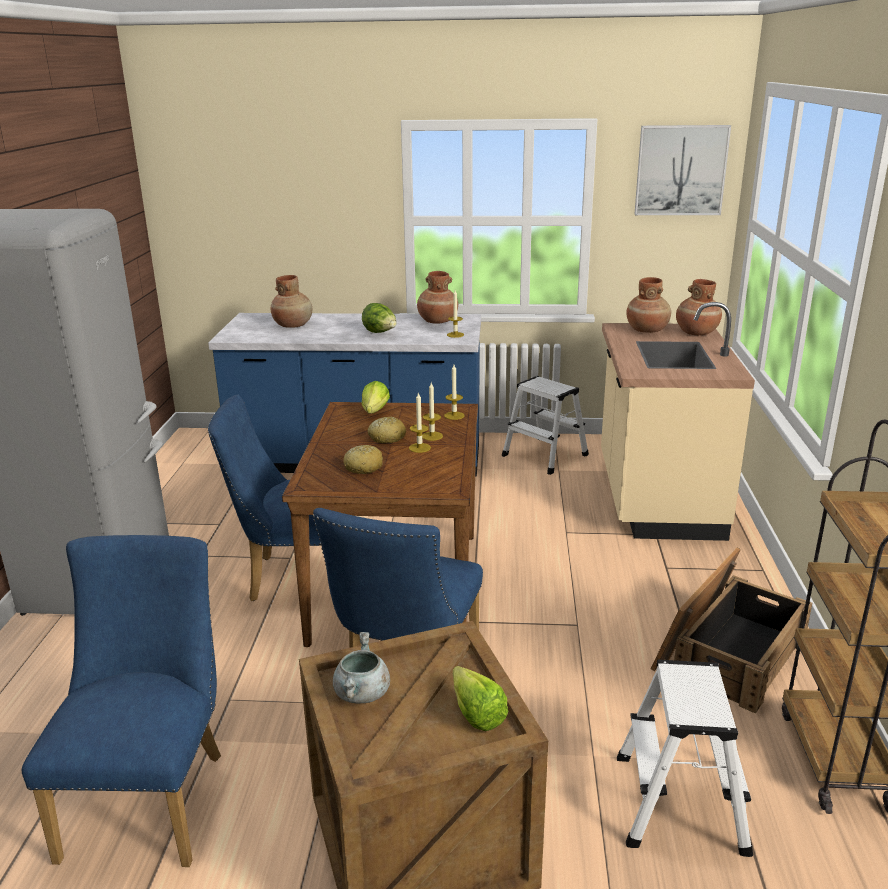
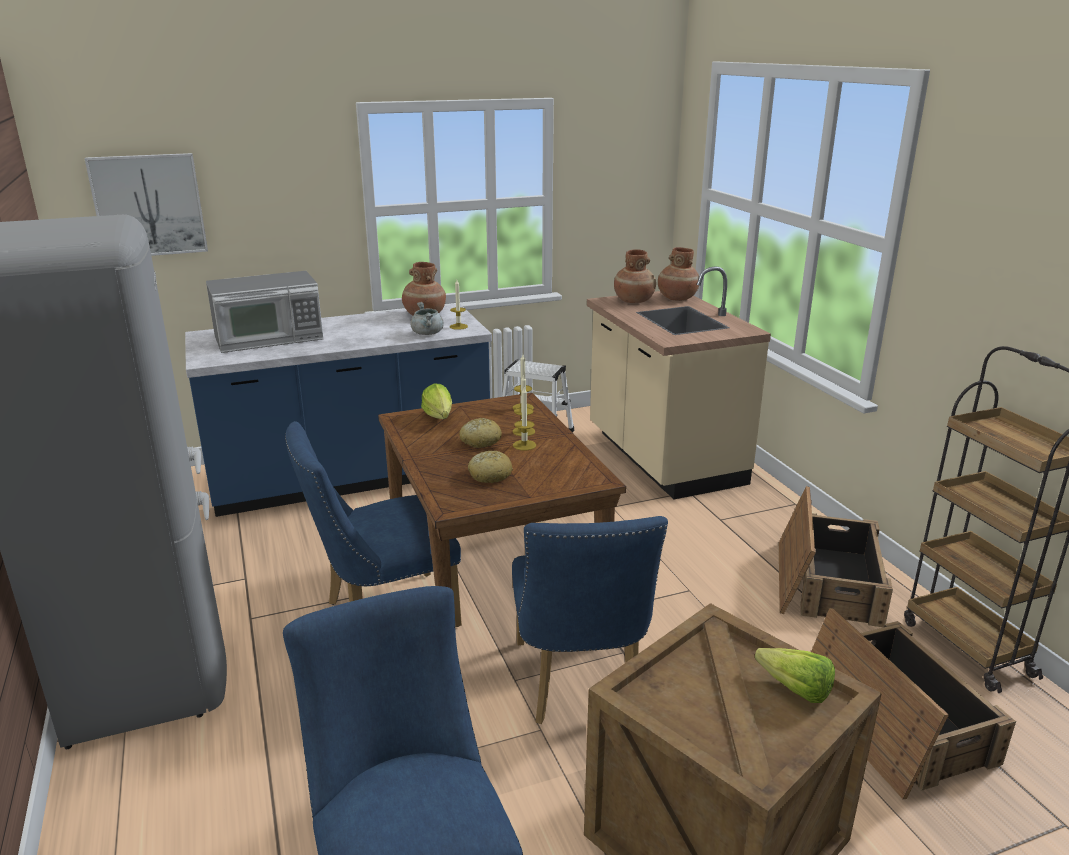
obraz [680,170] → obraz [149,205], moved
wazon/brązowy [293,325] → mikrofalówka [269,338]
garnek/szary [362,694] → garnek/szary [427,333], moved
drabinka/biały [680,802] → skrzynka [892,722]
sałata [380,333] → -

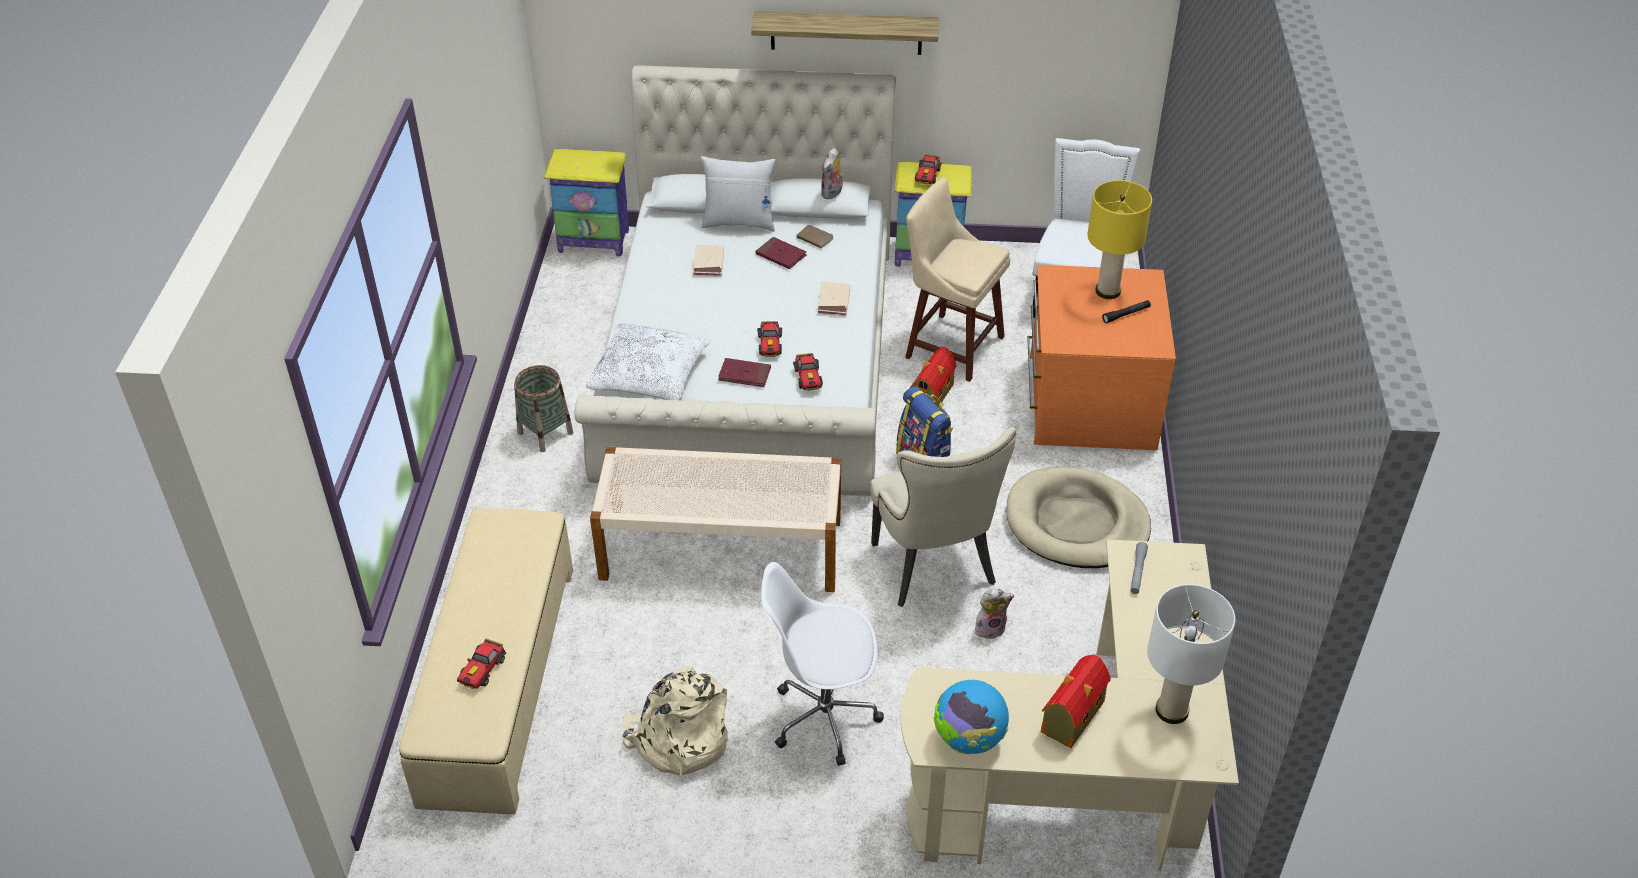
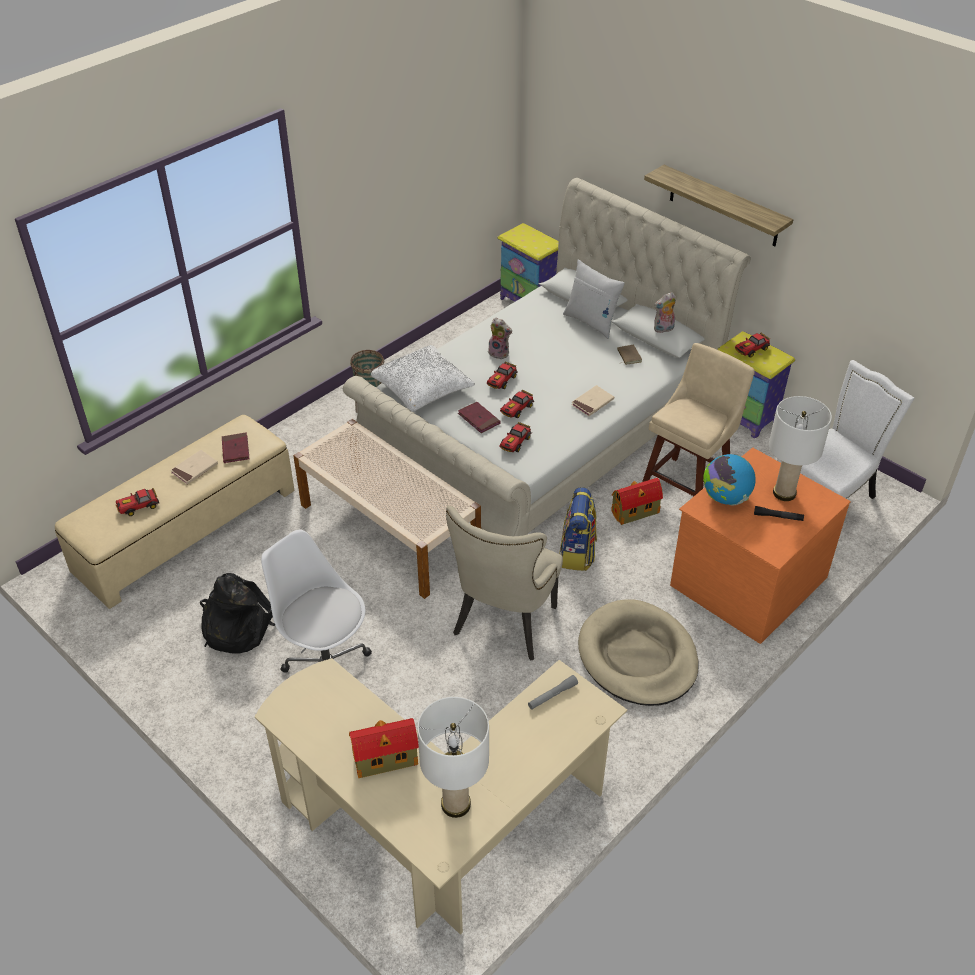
książka/beżowy [708,263] → książka/beżowy [194,469], moved
plecak/beżowy [679,740] → plecak/czarny [235,627]
książka/czerwony [781,255] → książka/czerwony [235,449], moved
- → samochodzik [501,381]
pluszak [990,628] → pluszak [500,353], moved
krzesło/beżowy [950,345] → krzesło/beżowy [688,485], 60 degrees clockwise
globus [969,739] → globus [725,498], moved
lampa stołowa/żółty [1108,291] → lampa stołowa/biały [784,493]

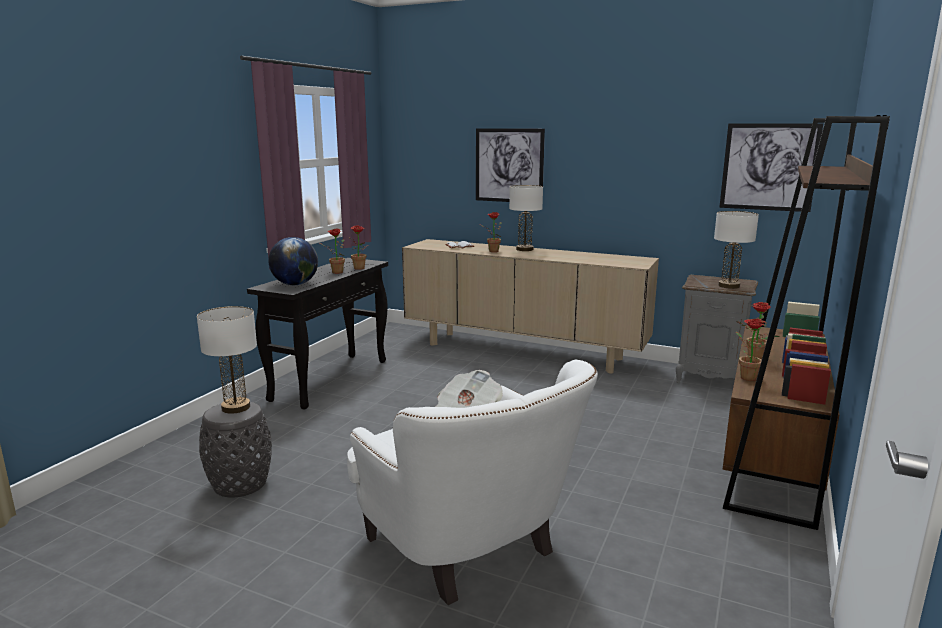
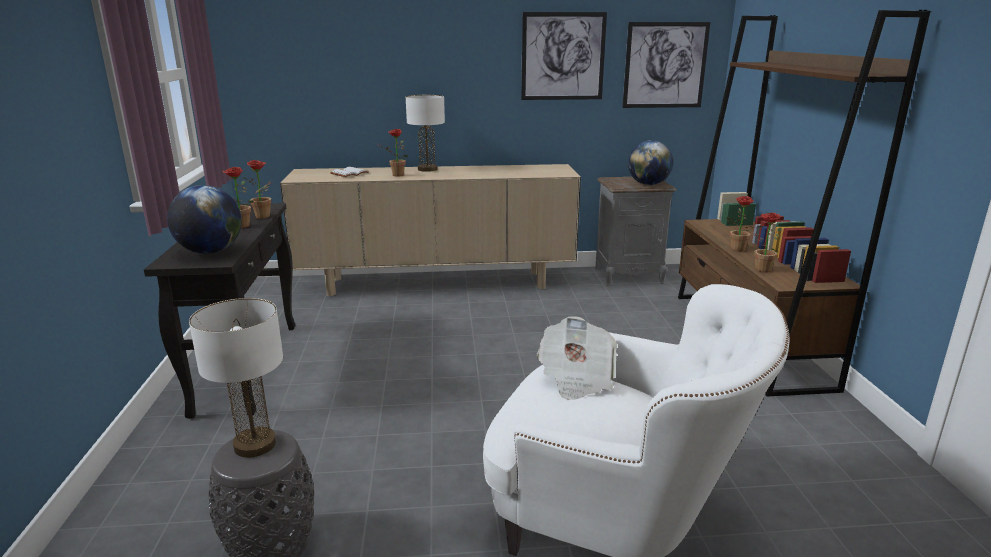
obraz [509,165] → obraz [563,56], moved
lampa stołowa [729,286] → globus [648,184]

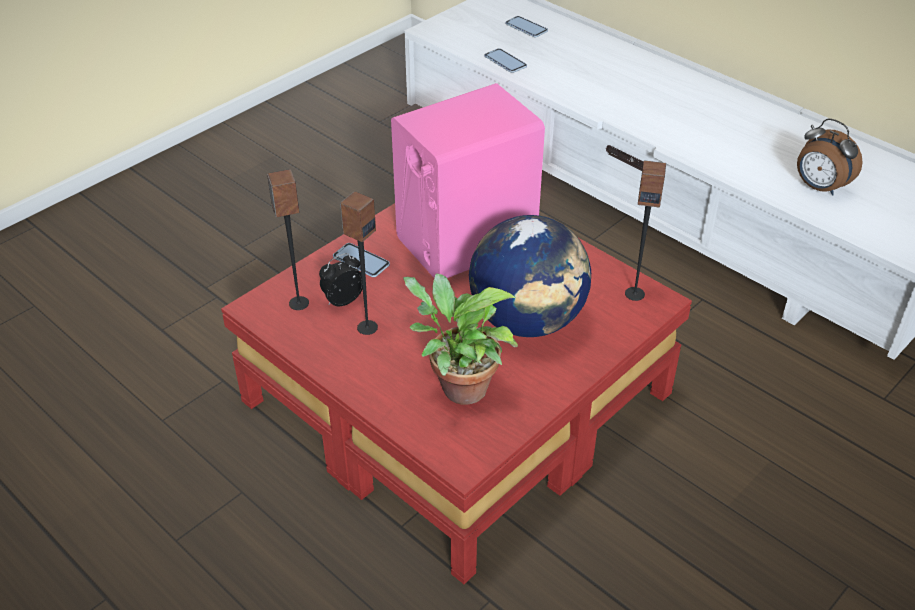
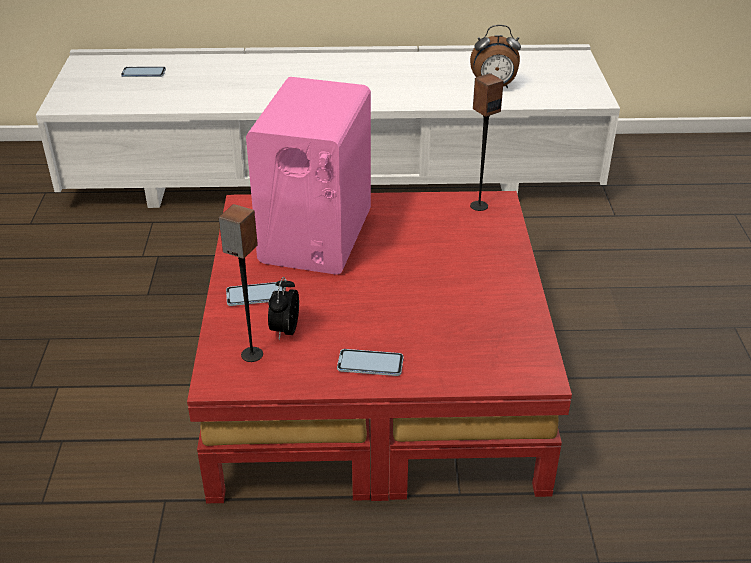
telefon [505,62] → telefon [370,364], moved
głośnik [367,327] → -
roślina doniczkowa [458,388] → -
globus [528,320] → -

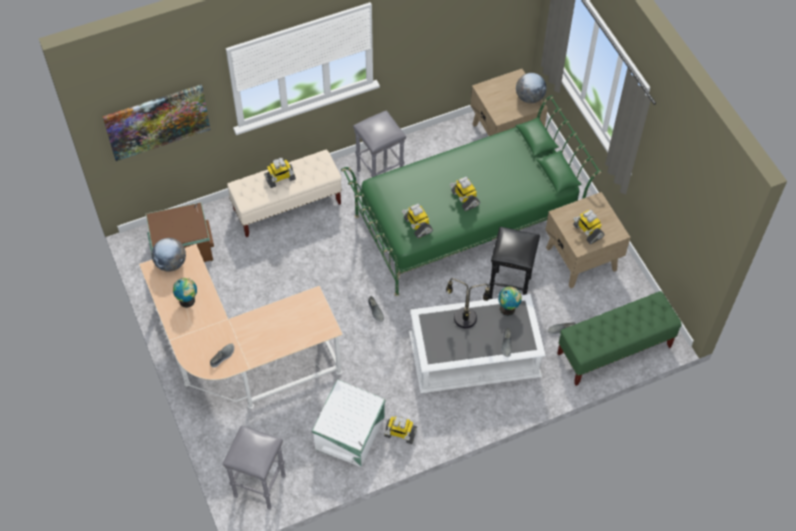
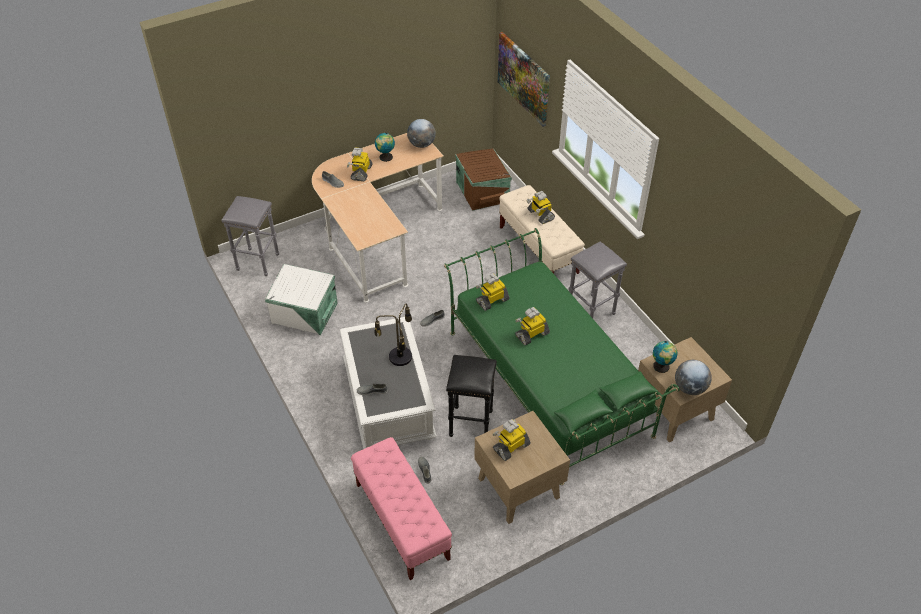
robot zabawkowy [400,433] → robot zabawkowy [361,172], moved
ławka/zielony [614,350] → ławka/różowy [402,521]
globus [508,308] → globus [661,367], moved

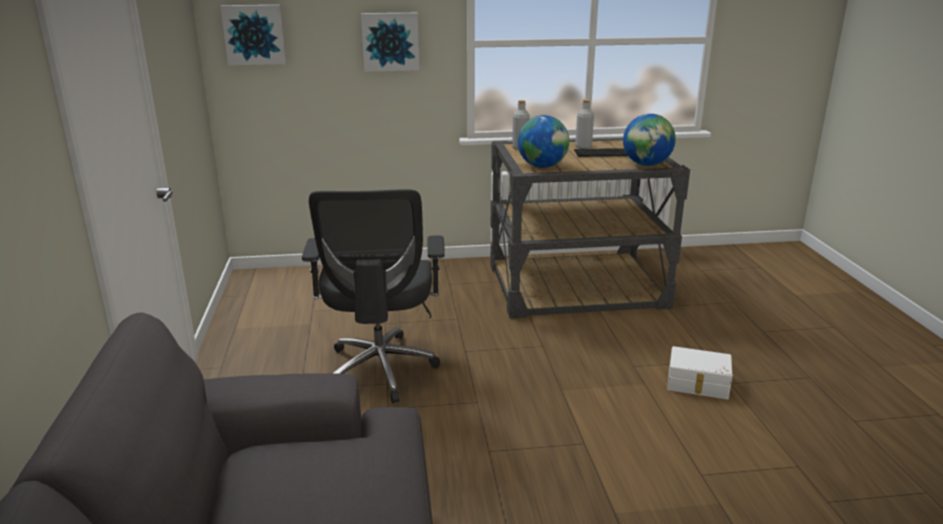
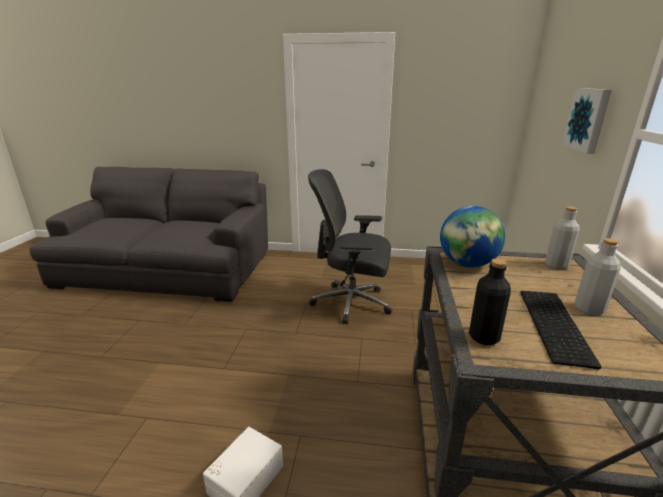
globus [646,165] → butelka/czarny [484,337]
obraz [254,34] → -

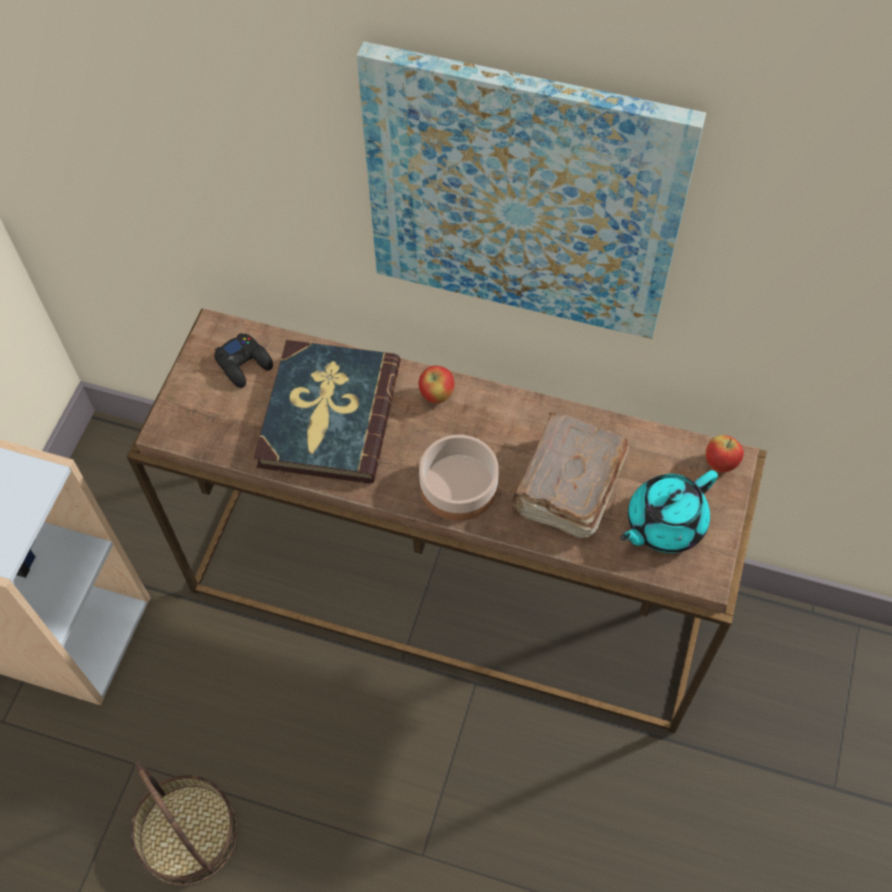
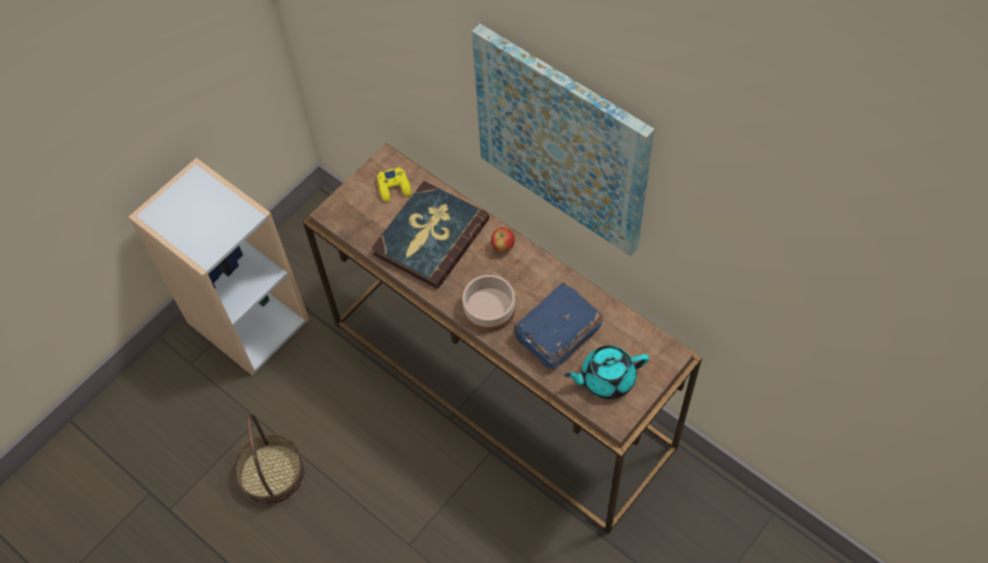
pad do gier/czarny [244,364] → pad do gier/żółty [394,187]
książka/brązowy [566,487] → książka/niebieski [556,333]
jabłko [720,464] → -

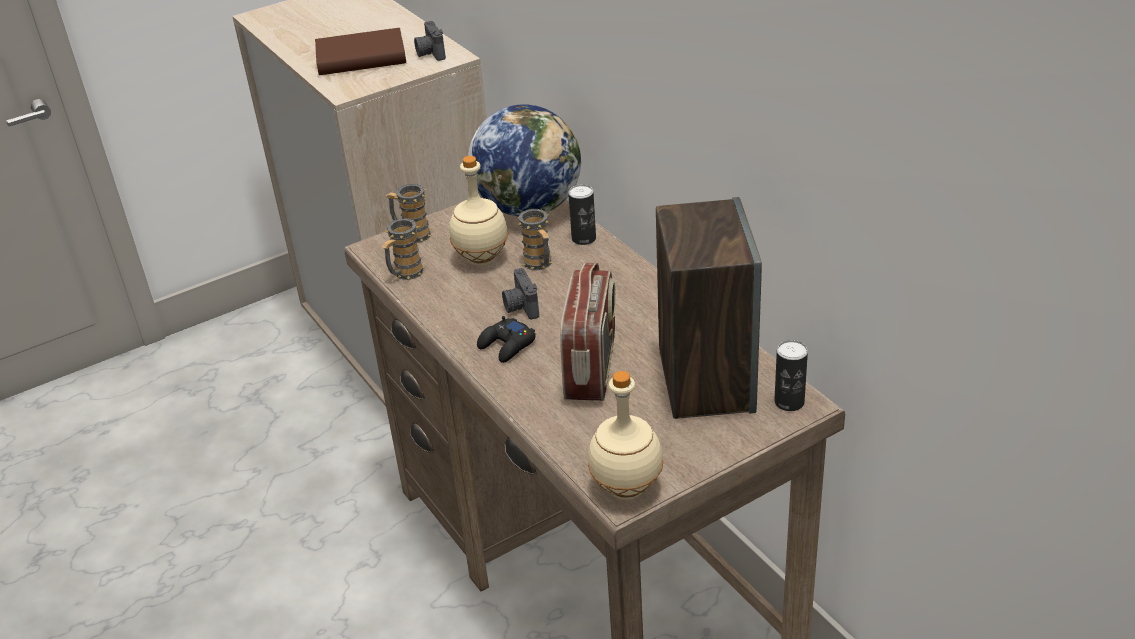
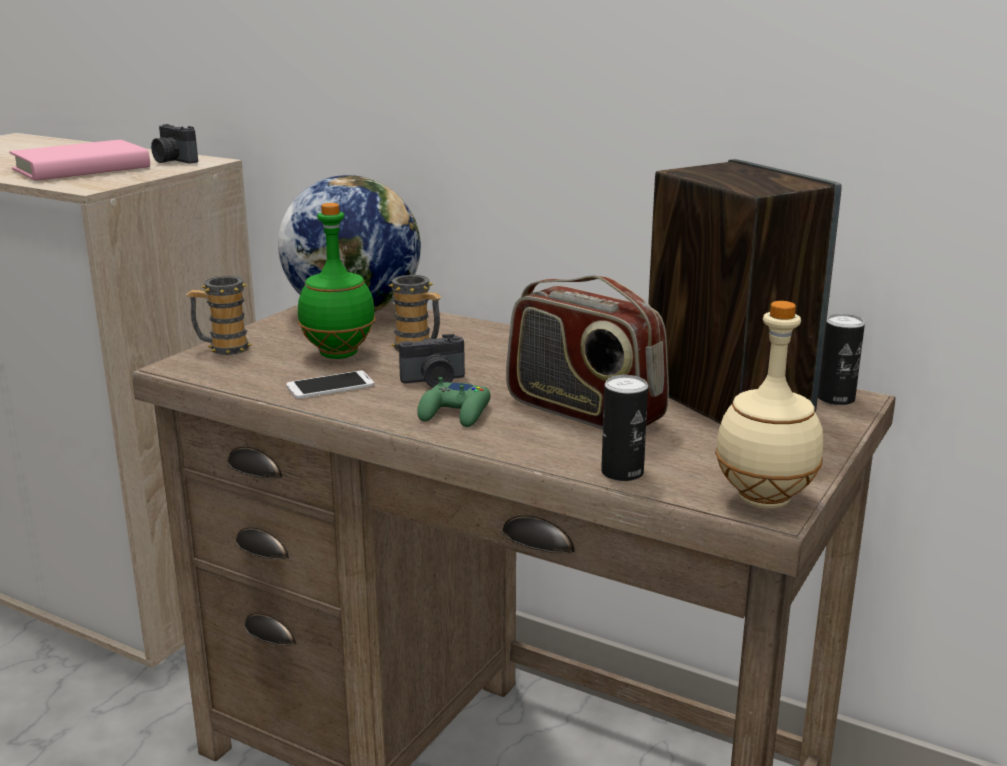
książka/brązowy [361,58] → książka/różowy [81,168]
- → telefon [330,386]
butelka/beżowy [482,259] → butelka/zielony [340,354]
aparat fotograficzny [520,307] → aparat fotograficzny [434,381], 60 degrees counterclockwise
pad do gier/czarny [507,345] → pad do gier/zielony [455,413]
radio [592,366] → radio [583,411], 150 degrees clockwise
puszka [583,238] → puszka [622,472], moved
kubek [405,274] → -

